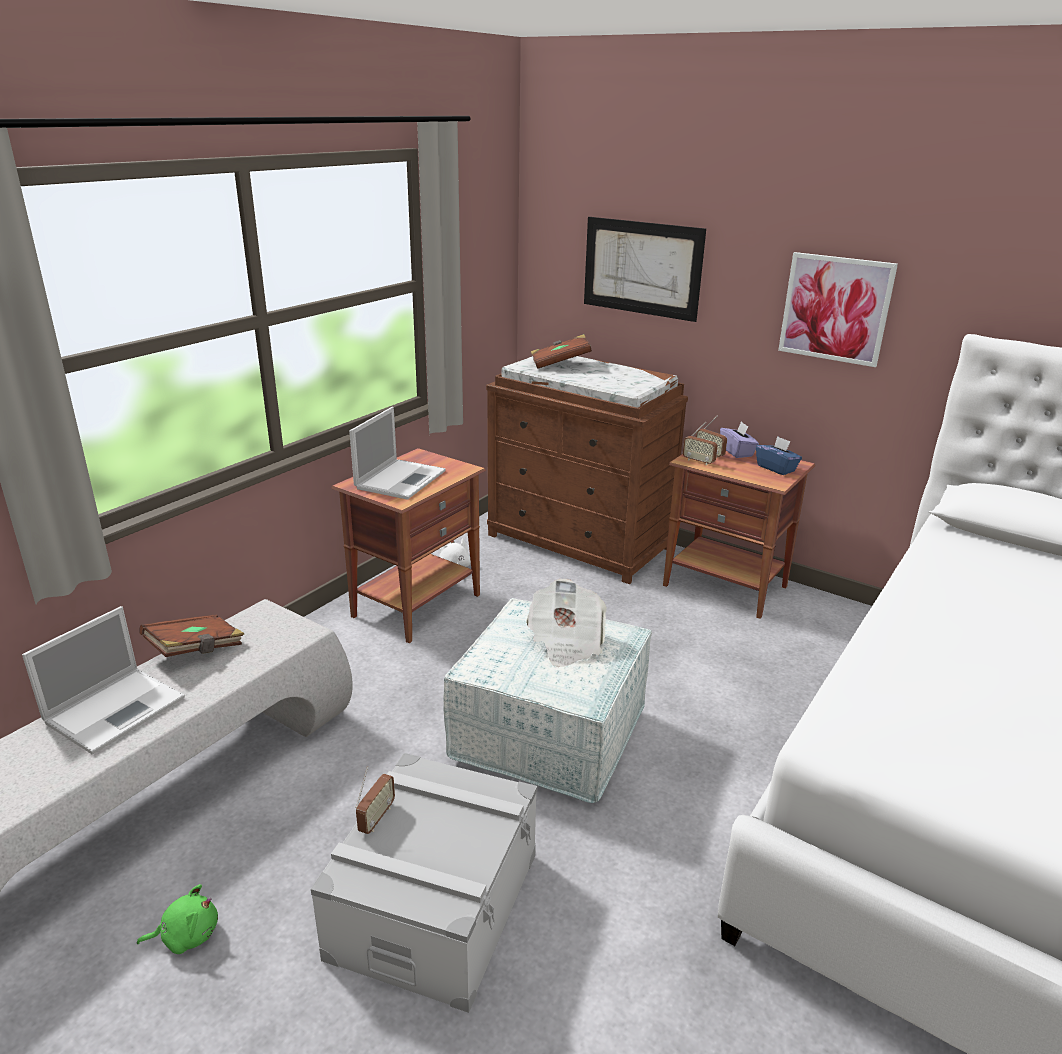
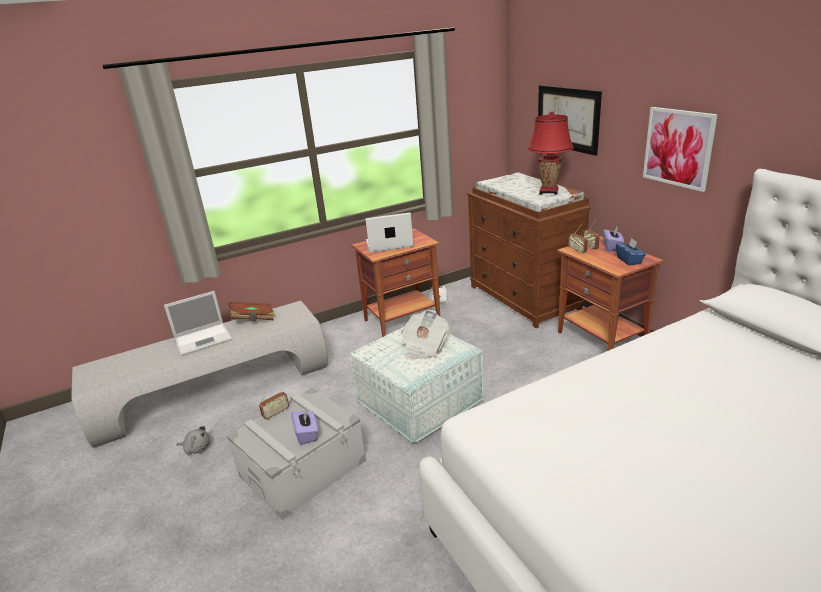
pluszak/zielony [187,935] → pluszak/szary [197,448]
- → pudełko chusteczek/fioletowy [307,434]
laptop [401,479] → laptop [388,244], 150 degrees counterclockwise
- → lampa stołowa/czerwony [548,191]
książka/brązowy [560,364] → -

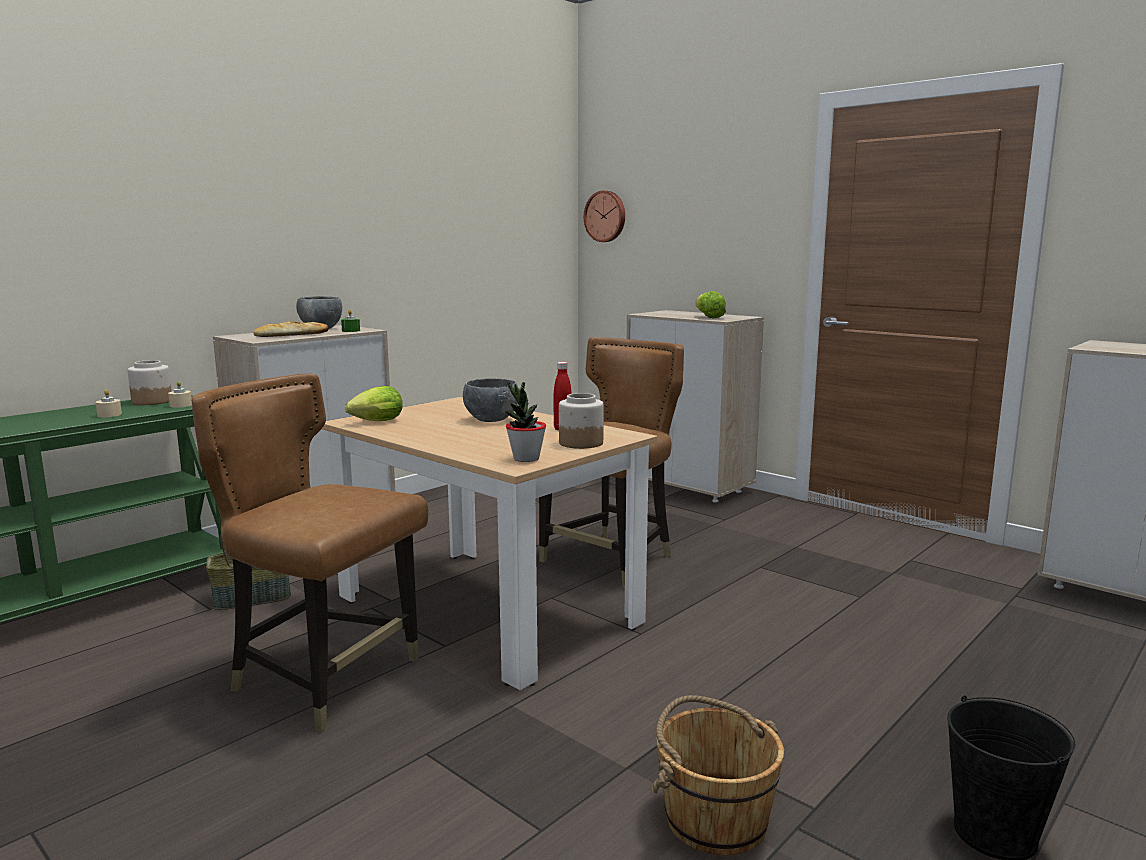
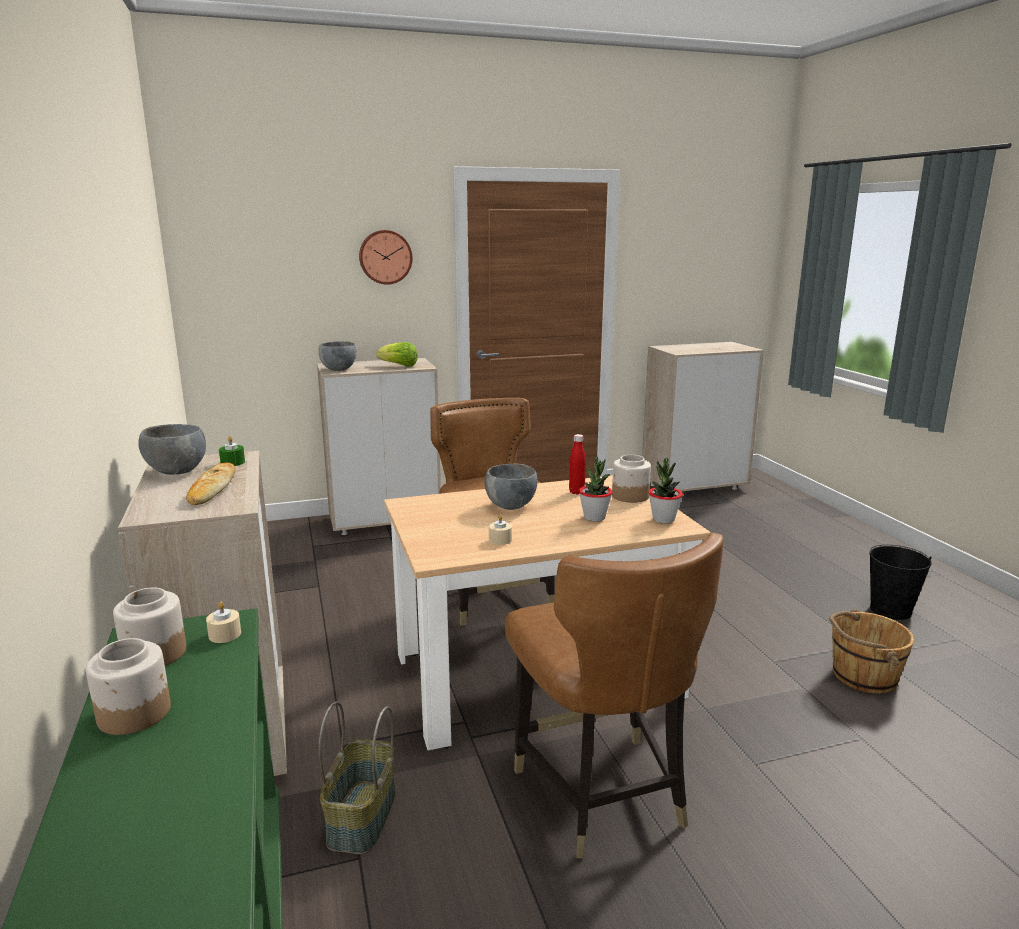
- → słoik [135,713]
- → miska/szary [338,369]
zegar ścienny [606,216] → zegar ścienny [385,257], moved
świeca/beżowy [109,415] → świeca/beżowy [500,540], moved
krzesło/brązowy [325,678] → krzesło/brązowy [601,794], 75 degrees counterclockwise
- → roślina doniczkowa [594,517]
sałata [374,422] → -

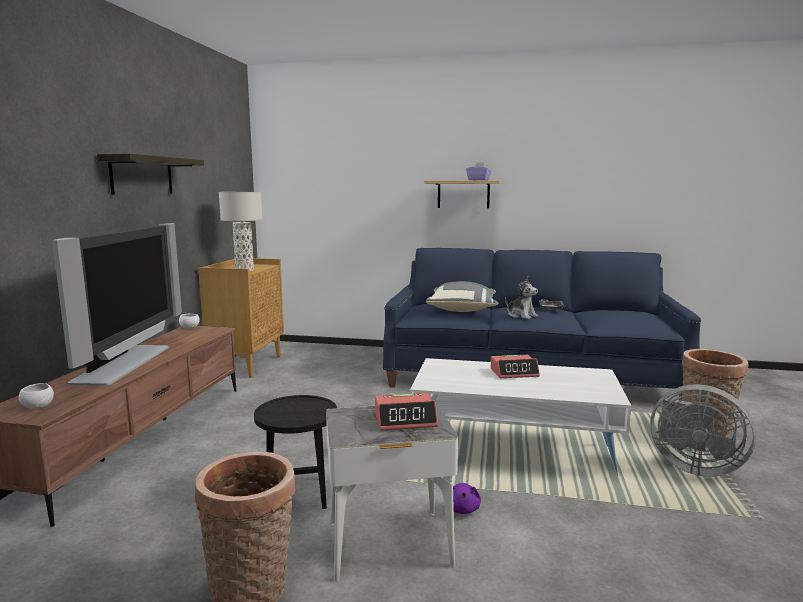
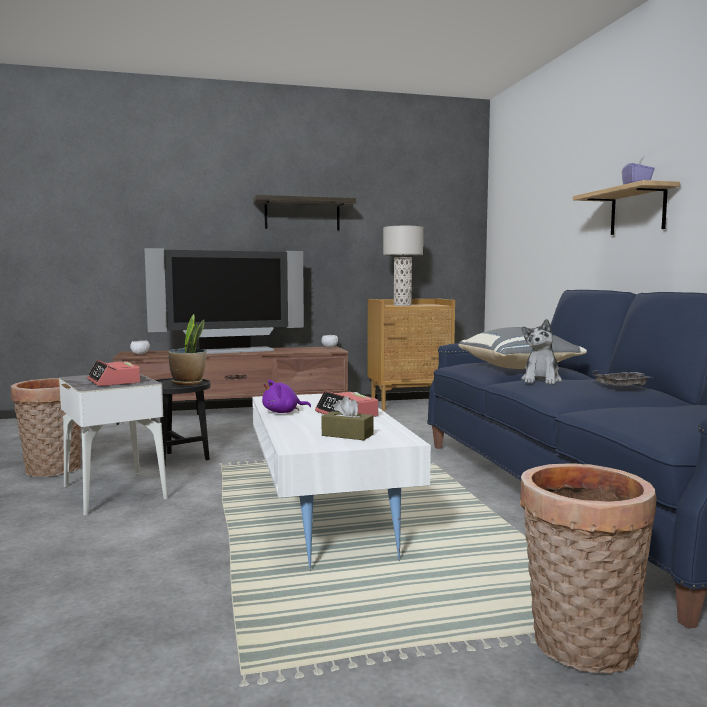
- → roślina doniczkowa [188,383]
pluszak/fioletowy [463,509] → pluszak/fioletowy [283,412], moved
- → pudełko chusteczek/brązowy [347,435]
wentylator/szary [693,466] → -

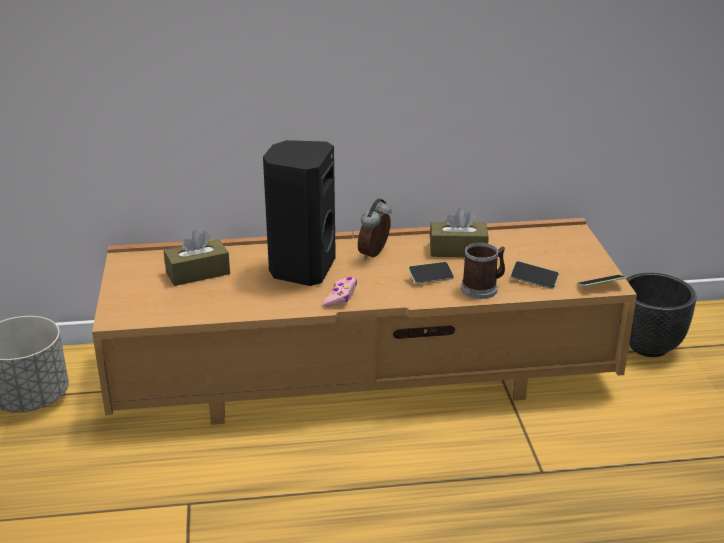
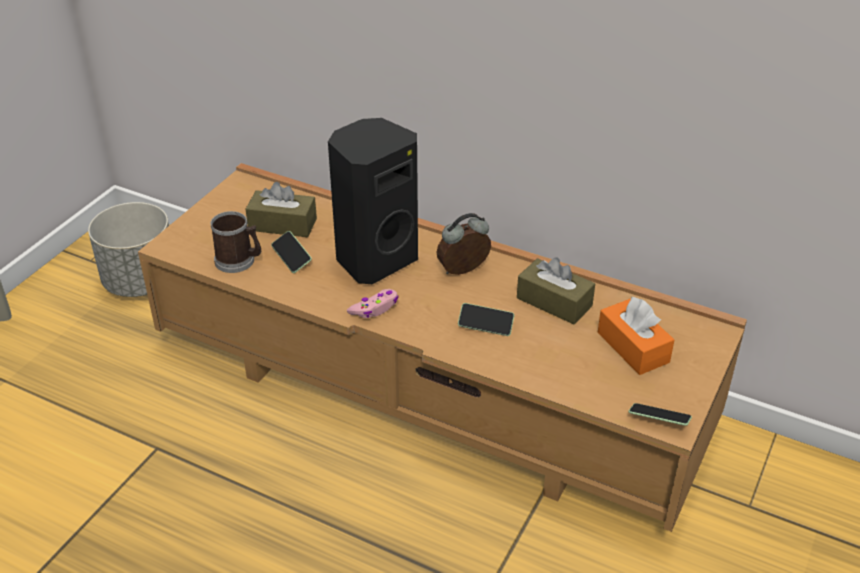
kubek [483,288] → kubek [239,261], moved
telefon [534,281] → telefon [291,257], moved
- → pudełko chusteczek/pomarańczowy [633,347]
donica/czarny [648,346] → -

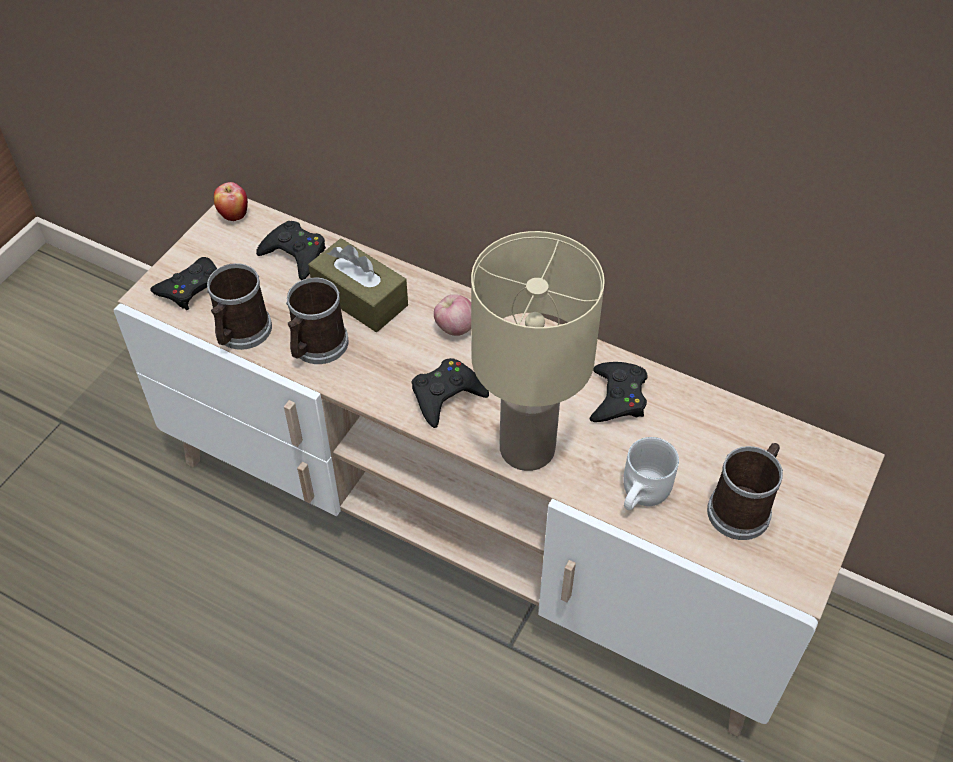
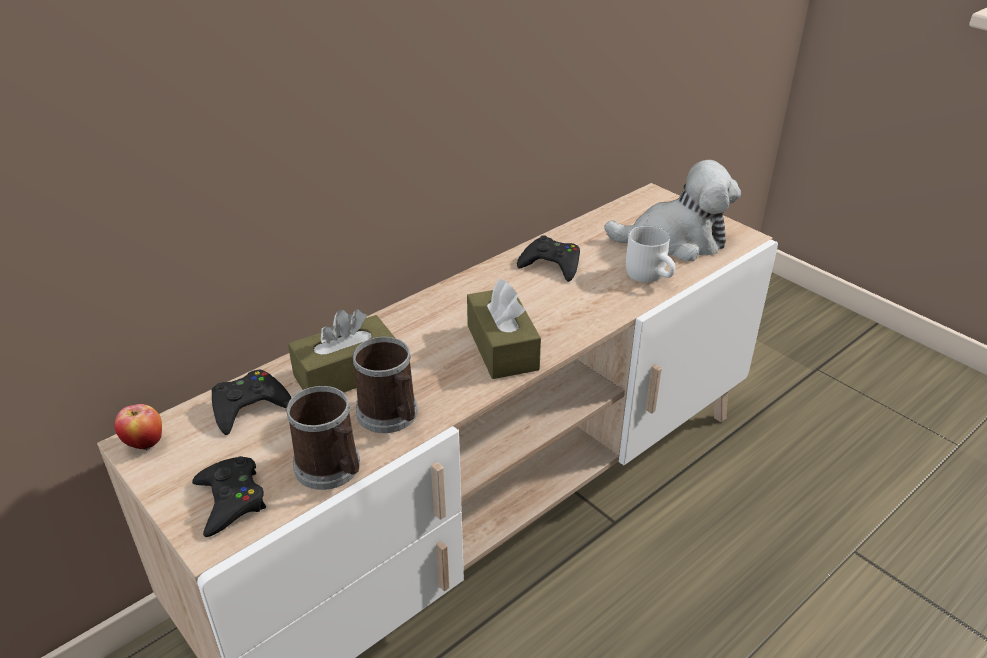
pad do gier/czarny [446,396] → pudełko chusteczek/brązowy [502,347]
kubek [743,507] → pluszak [675,240]
jabłko [454,328] → -
lampa stołowa/beżowy [529,447] → -

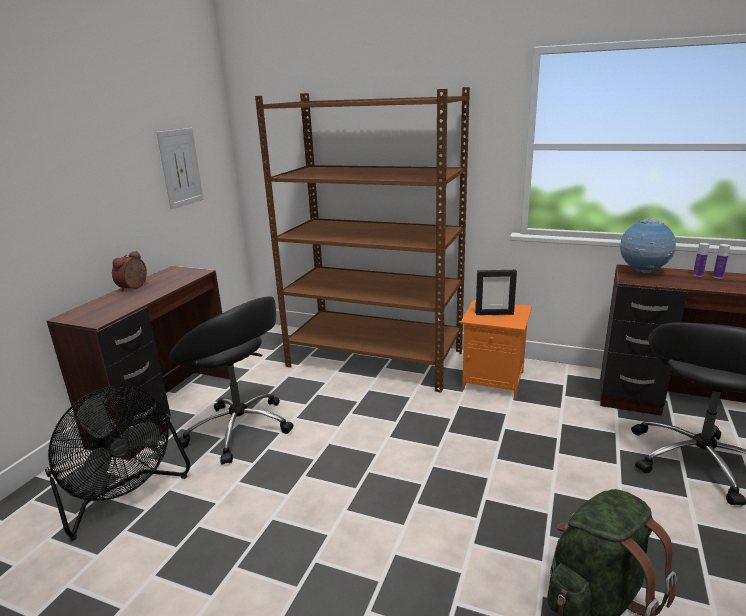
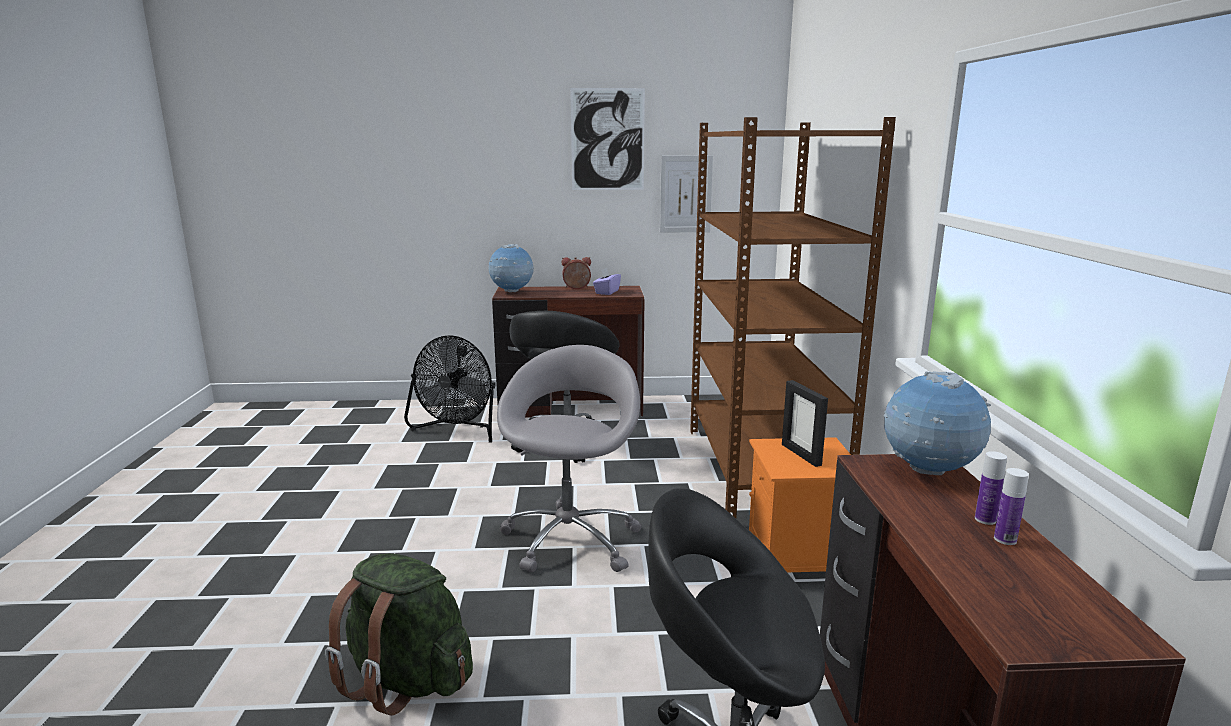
- → globus [512,292]
- → krzesło biurowe/szary [571,539]
- → obraz [607,139]
- → pudełko chusteczek/fioletowy [606,292]

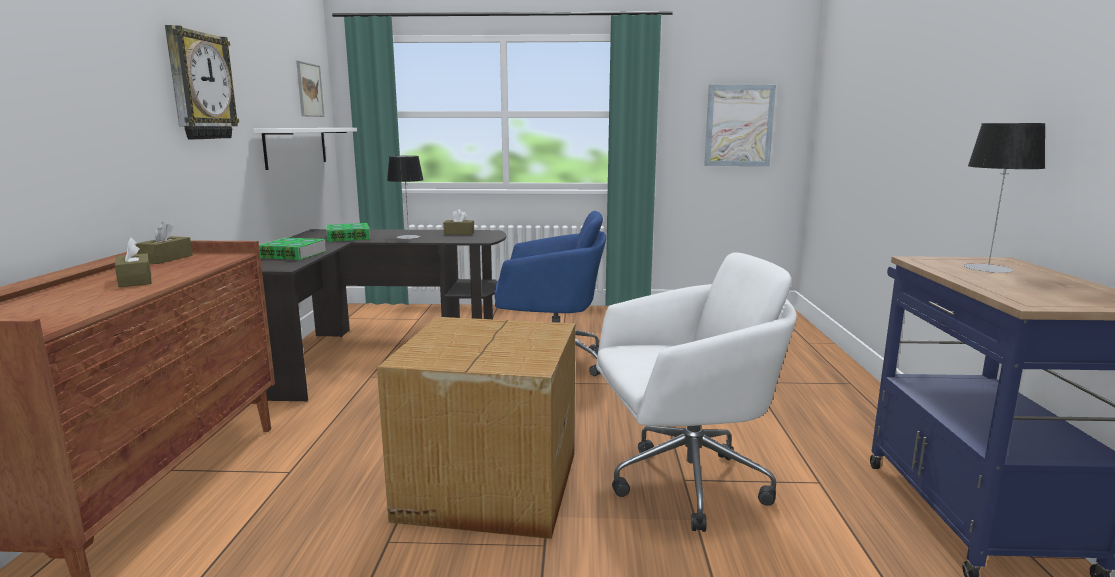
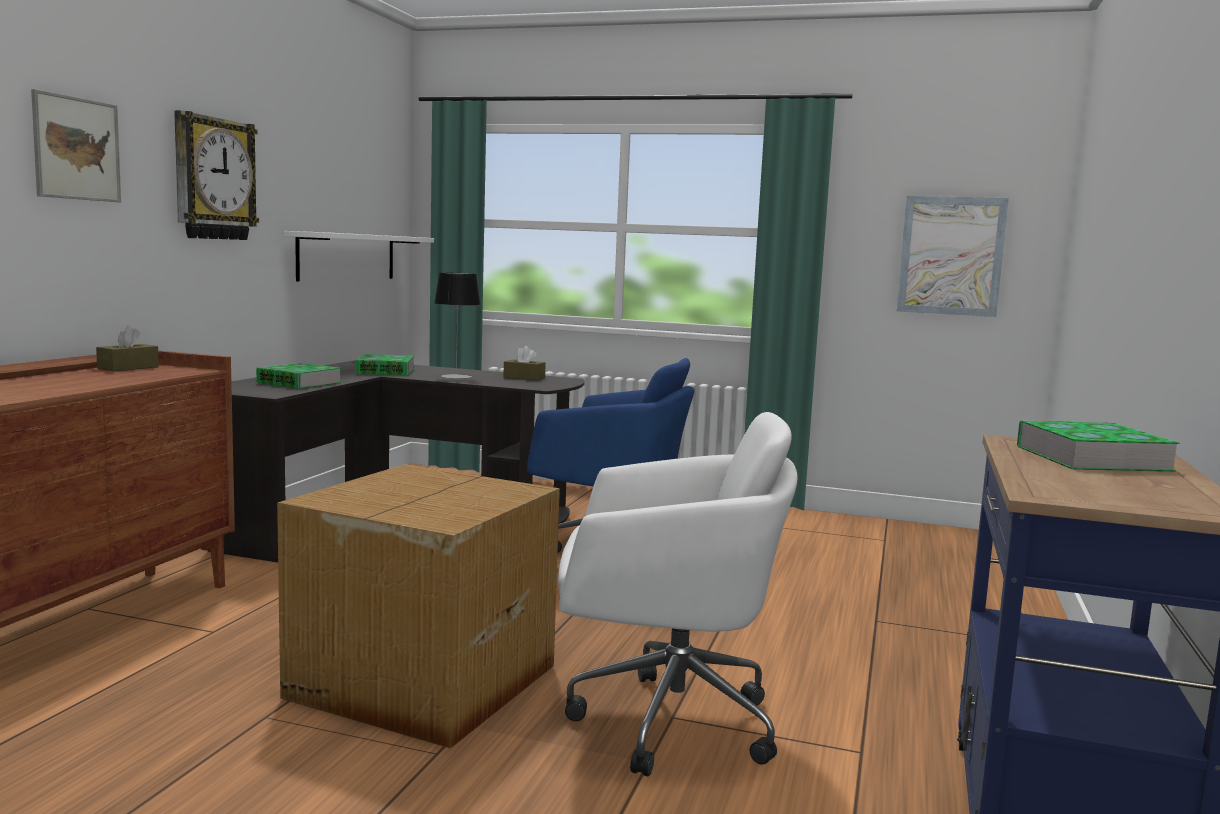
obraz [309,90] → obraz [76,148], moved
lampa stołowa [988,268] → książka [1092,458]
pudełko chusteczek/brązowy [135,280] → -

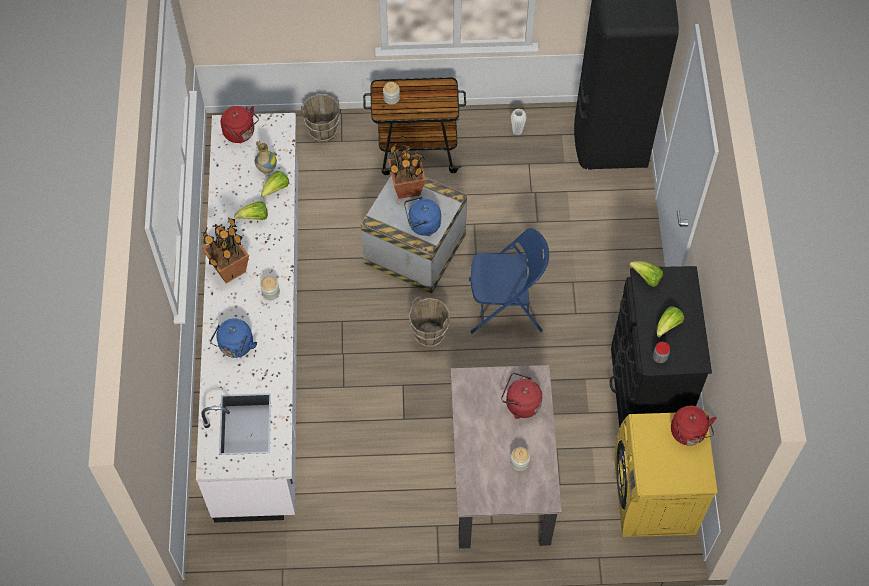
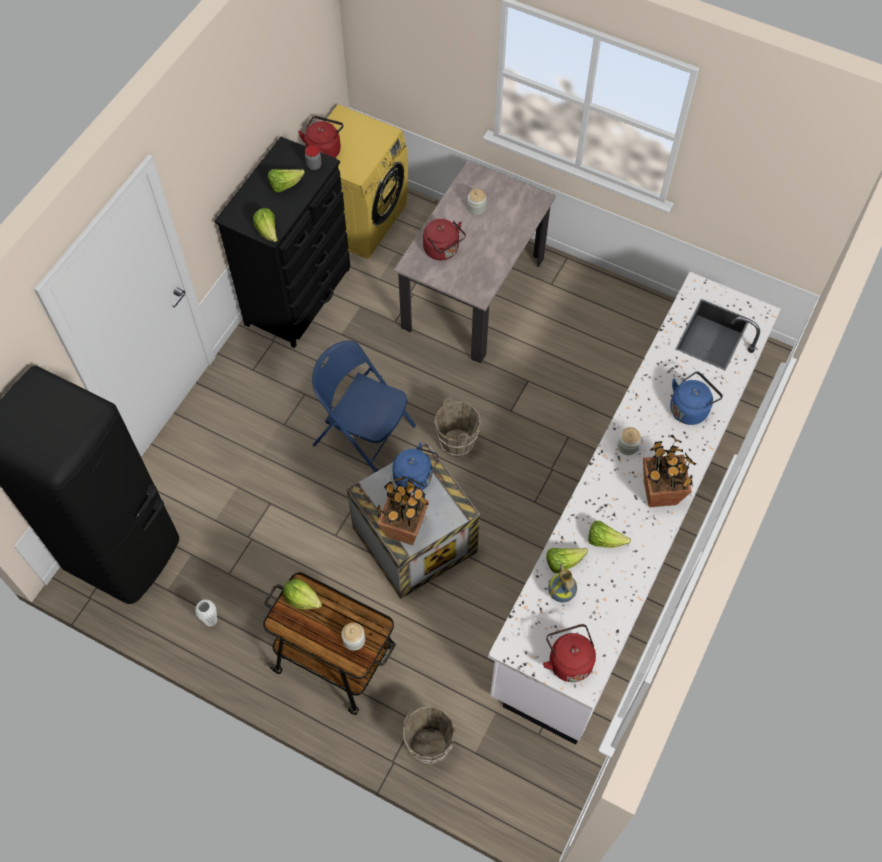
- → sałata [302,599]

